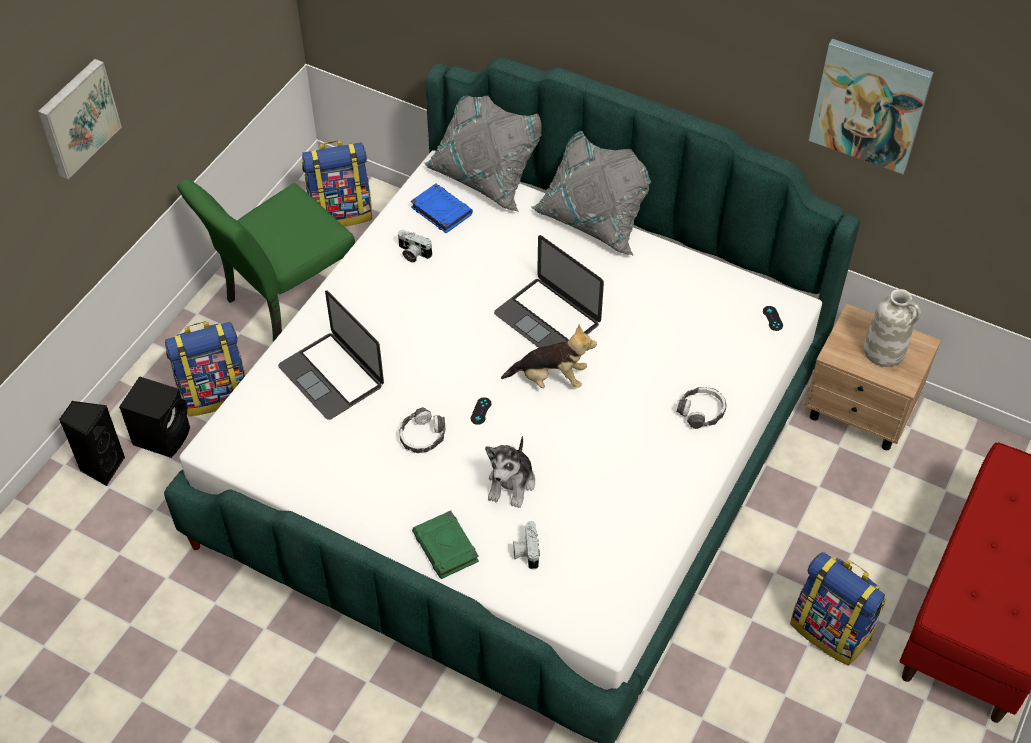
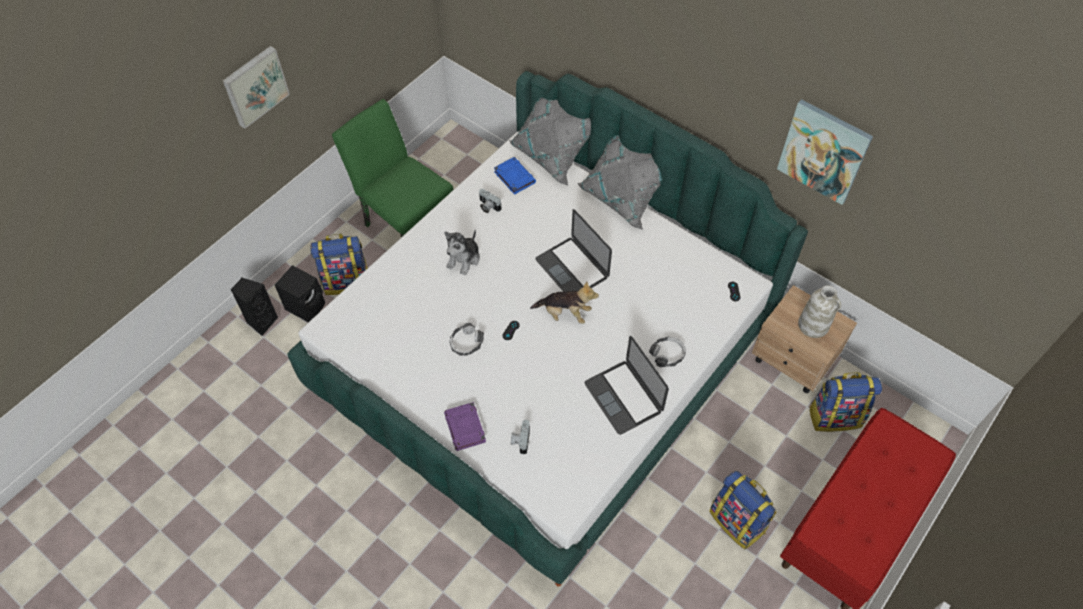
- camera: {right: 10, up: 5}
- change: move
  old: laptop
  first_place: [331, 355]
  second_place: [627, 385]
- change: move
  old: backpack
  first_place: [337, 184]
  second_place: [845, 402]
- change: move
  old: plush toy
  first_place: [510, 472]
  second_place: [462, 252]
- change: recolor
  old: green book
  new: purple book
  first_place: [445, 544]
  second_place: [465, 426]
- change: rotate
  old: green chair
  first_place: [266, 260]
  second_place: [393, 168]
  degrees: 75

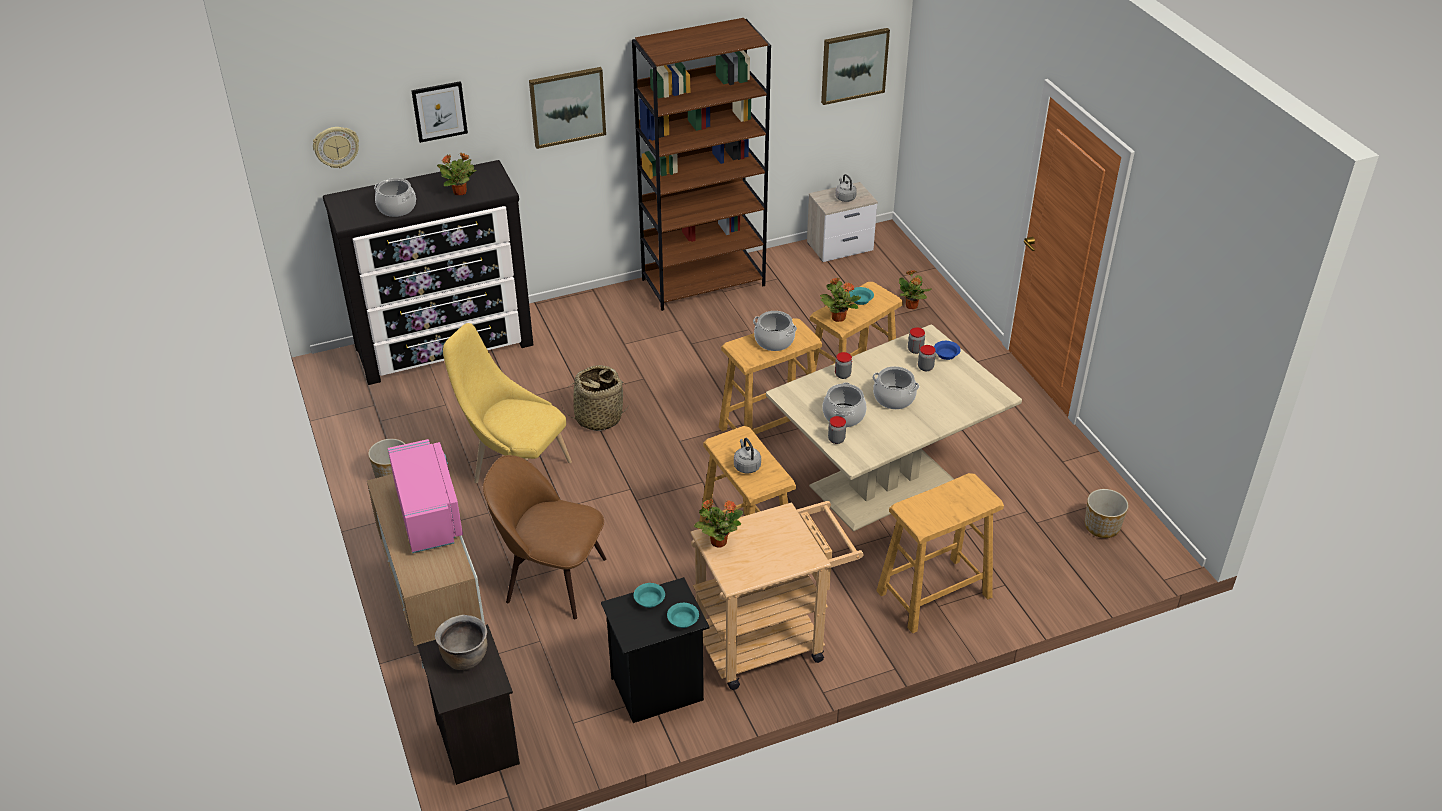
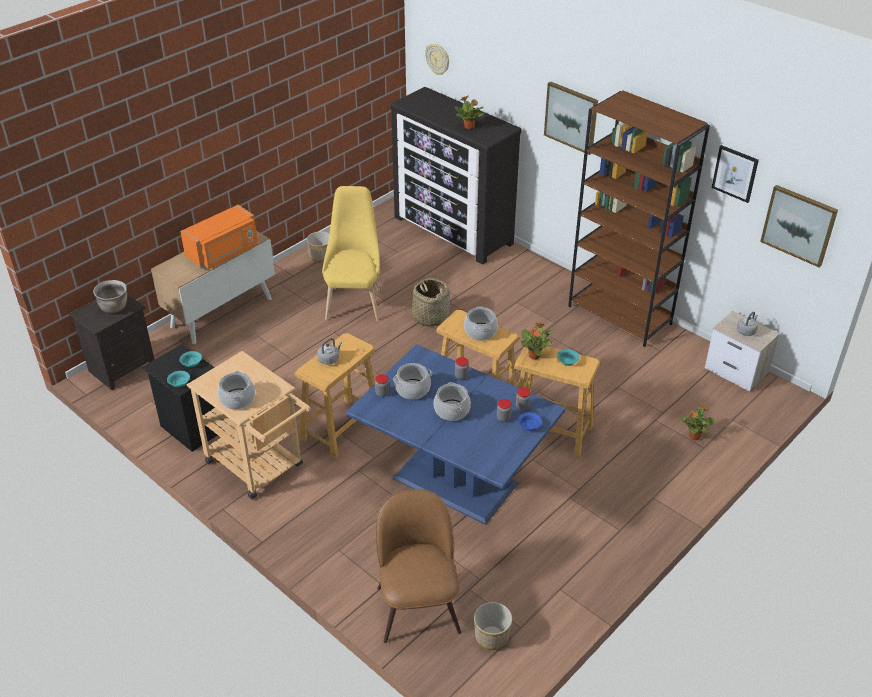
- camera: {right: 65, up: 0}
- change: delete
  old: potted plant
  first_place: [718, 523]
- change: delete
  old: beige stool
  first_place: [940, 553]
- change: move
  old: cooking pot
  first_place: [395, 197]
  second_place: [236, 390]
- change: move
  old: picture
  first_place: [439, 112]
  second_place: [735, 174]
- change: move
  old: brown chair
  first_place: [545, 537]
  second_place: [418, 566]
- change: recolor
  old: pink microwave
  new: orange microwave
  first_place: [425, 496]
  second_place: [219, 237]
- change: recolor
  old: beige dining table
  new: blue dining table
  first_place: [894, 428]
  second_place: [456, 434]

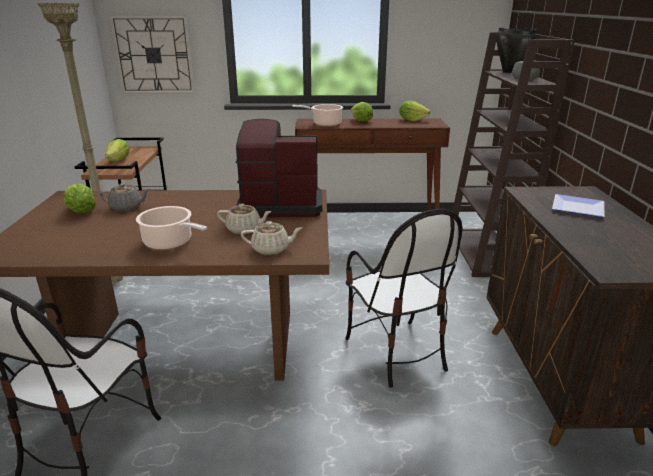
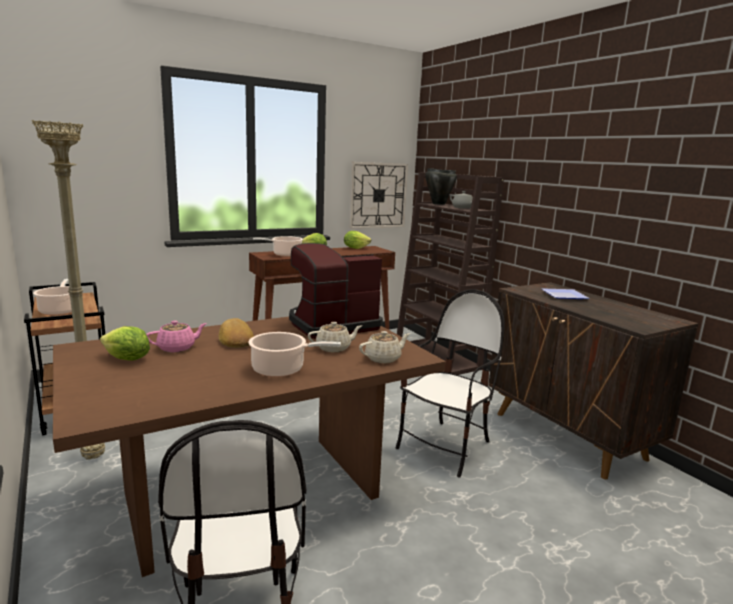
- camera: {right: -30, up: -10}
- change: insert
  new: bread
  second_place: [236, 333]
- change: move
  old: wall clock
  first_place: [152, 54]
  second_place: [378, 195]
- change: replace
  old: lettuce
  new: cooking pot
  first_place: [117, 150]
  second_place: [52, 297]
- change: recolor
  old: grey teapot
  new: pink teapot
  first_place: [125, 197]
  second_place: [176, 337]
- change: rotate
  old: chair
  first_place: [404, 298]
  second_place: [450, 383]
  degrees: -90

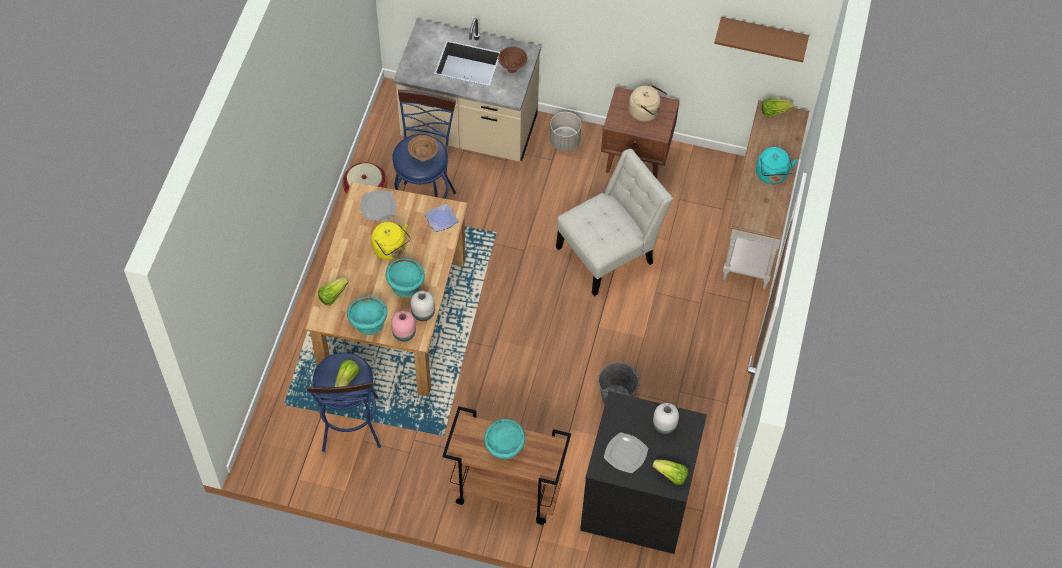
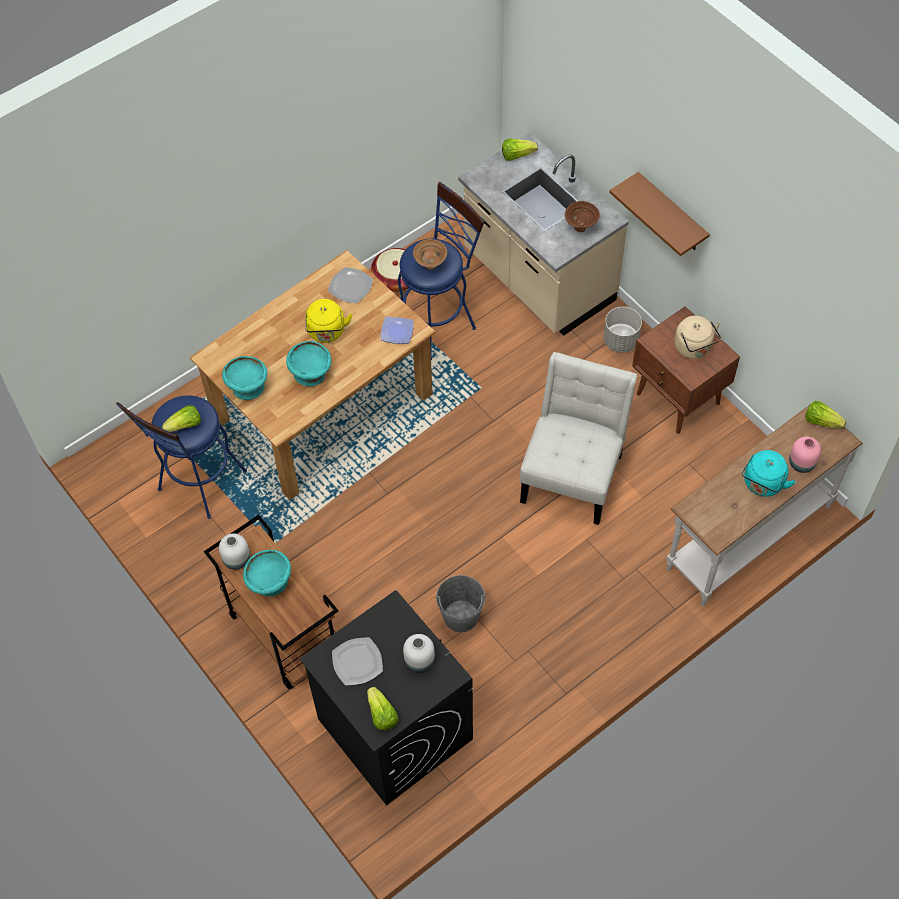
- camera: {right: 40, up: 0}
- change: move
  old: lettuce
  first_place: [333, 292]
  second_place: [520, 150]
- change: move
  old: pink vase
  first_place: [403, 326]
  second_place: [805, 454]
- change: move
  old: white vase
  first_place: [423, 306]
  second_place: [234, 551]
- change: move
  old: brown shelf
  first_place: [761, 39]
  second_place: [659, 214]
- change: rotate
  old: white chair
  first_place: [614, 222]
  second_place: [578, 438]
  degrees: -75

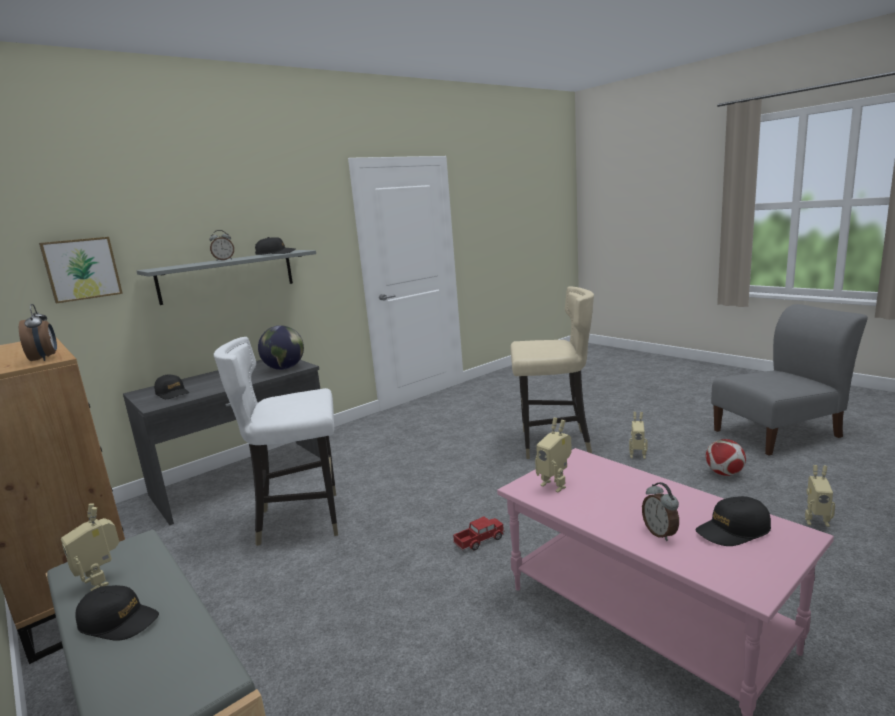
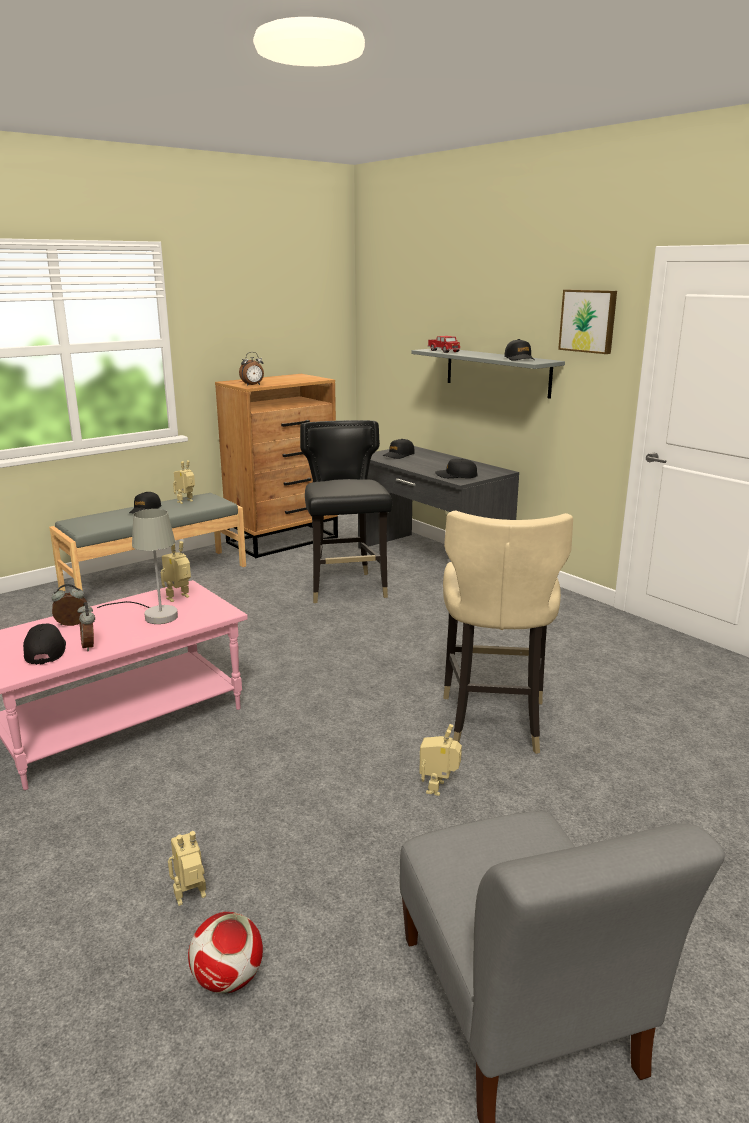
- camera: {right: 90, up: 5}
- change: insert
  new: grey table lamp
  second_place: [137, 566]
- change: move
  old: picture
  first_place: [81, 270]
  second_place: [587, 322]
- change: move
  old: alarm clock
  first_place: [221, 245]
  second_place: [86, 626]
- change: move
  old: toy truck
  first_place: [478, 533]
  second_place: [443, 344]
- change: move
  old: football
  first_place: [726, 457]
  second_place: [225, 952]
- change: replace
  old: globe
  new: black cap
  first_place: [281, 347]
  second_place: [456, 468]
- change: recolor
  old: white chair
  new: black chair
  first_place: [276, 441]
  second_place: [346, 511]
- change: rotate
  old: toy robot
  first_place: [820, 496]
  second_place: [187, 868]
  degrees: 45

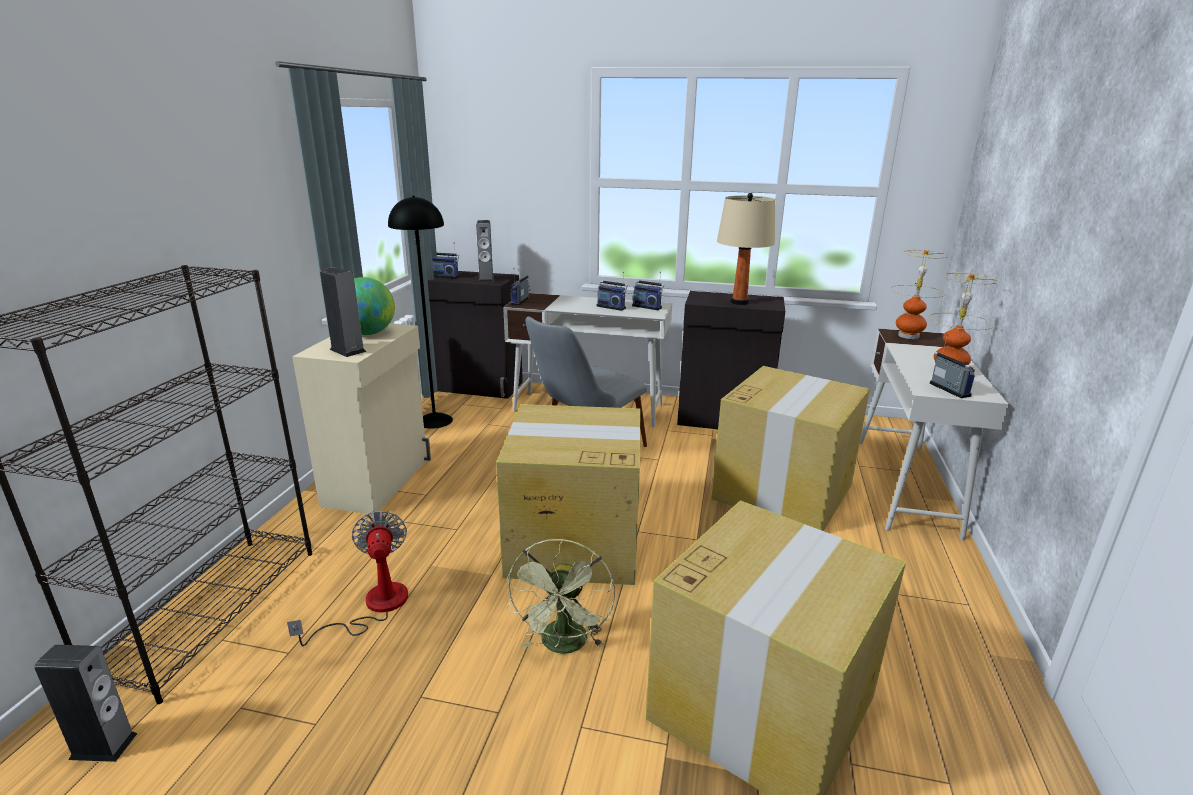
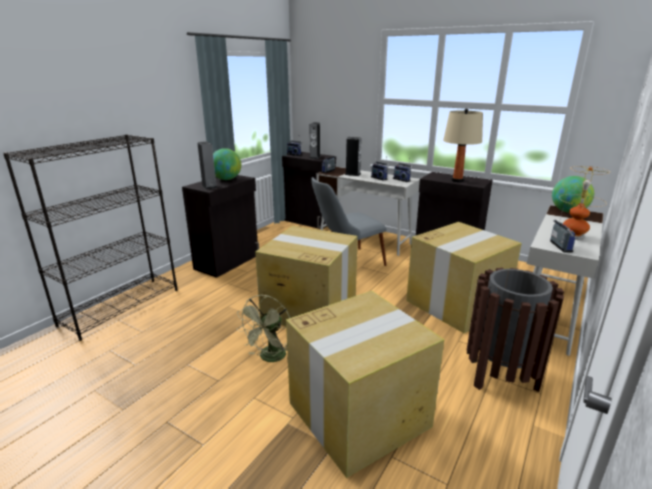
- camera: {right: 20, up: 0}
- change: delete
  old: fan
  first_place: [347, 578]
- change: delete
  old: black floor lamp
  first_place: [420, 312]
- change: insert
  new: brown trash can
  second_place: [515, 330]
- change: move
  old: speaker
  first_place: [86, 703]
  second_place: [353, 156]
- change: replace
  old: table lamp
  new: globe
  first_place: [920, 294]
  second_place: [573, 194]
- change: recolor
  old: beige cabinet
  new: black cabinet
  first_place: [361, 418]
  second_place: [220, 226]

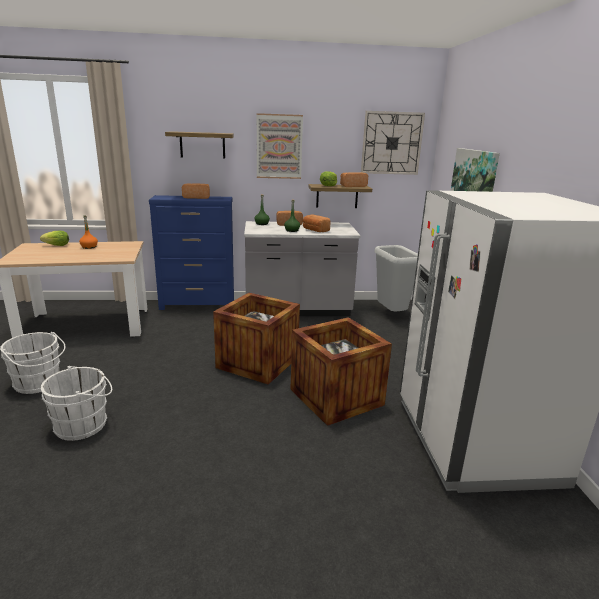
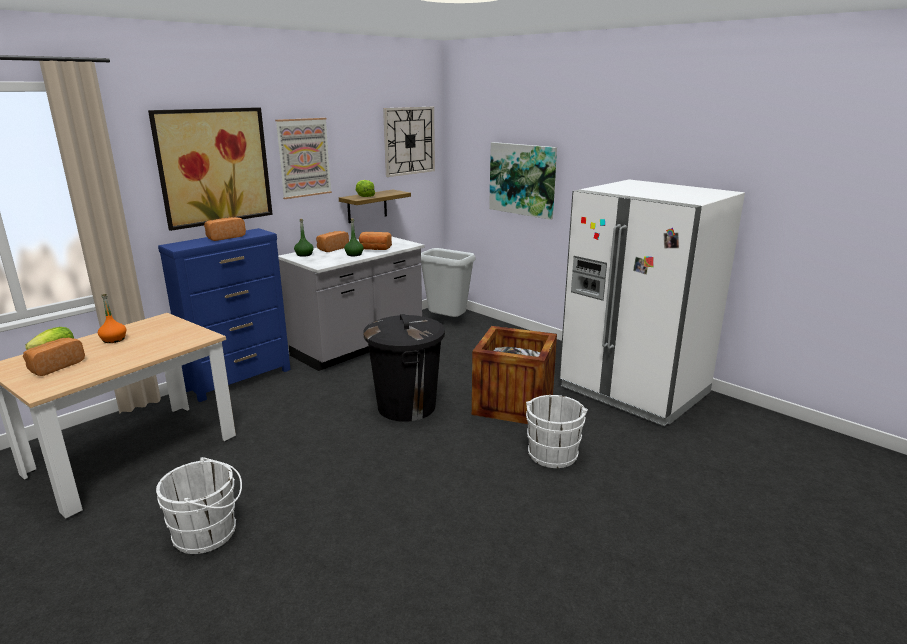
- camera: {right: -40, up: 0}
- change: move
  old: white bucket
  first_place: [76, 403]
  second_place: [557, 431]
- change: move
  old: bread
  first_place: [354, 179]
  second_place: [54, 357]
- change: replace
  old: shelf
  new: picture
  first_place: [199, 145]
  second_place: [210, 169]
- change: replace
  old: crate
  new: black trash can
  first_place: [256, 338]
  second_place: [404, 368]

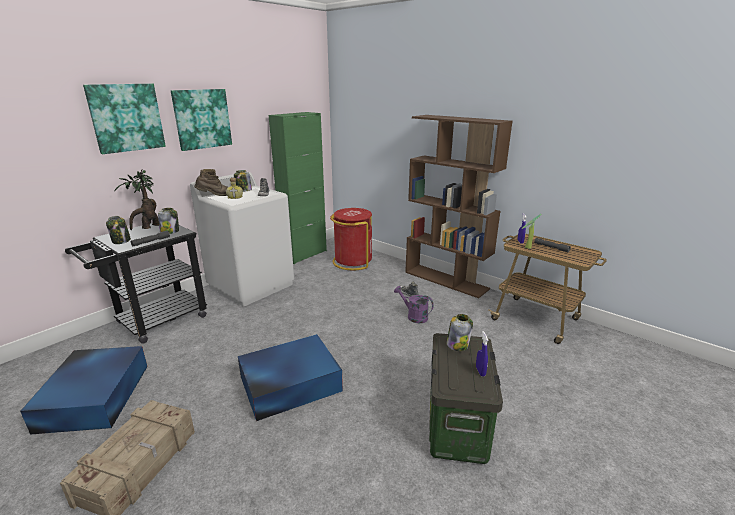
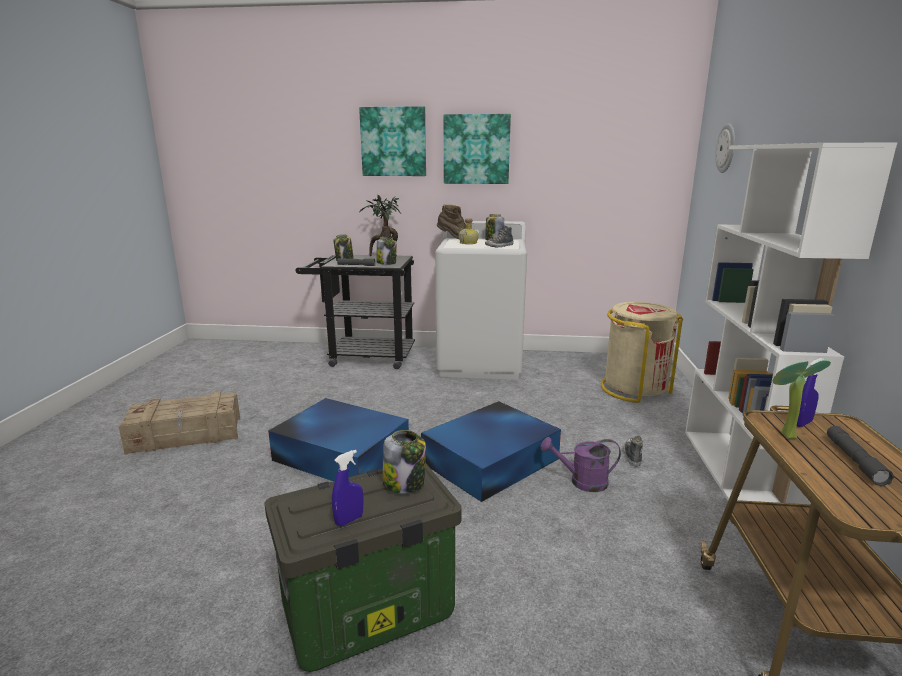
- camera: {right: 55, up: -5}
- change: delete
  old: green cabinet
  first_place: [298, 188]
- change: insert
  new: wall clock
  second_place: [725, 148]
- change: move
  old: blue storage box
  first_place: [84, 390]
  second_place: [491, 451]
- change: recolor
  old: red trash can
  new: beige trash can
  first_place: [351, 239]
  second_place: [642, 352]
- change: recolor
  old: brown bookcase
  new: white bookcase
  first_place: [459, 206]
  second_place: [791, 323]
- change: rotate
  old: purple watering can
  first_place: [414, 304]
  second_place: [581, 464]
  degrees: -90

